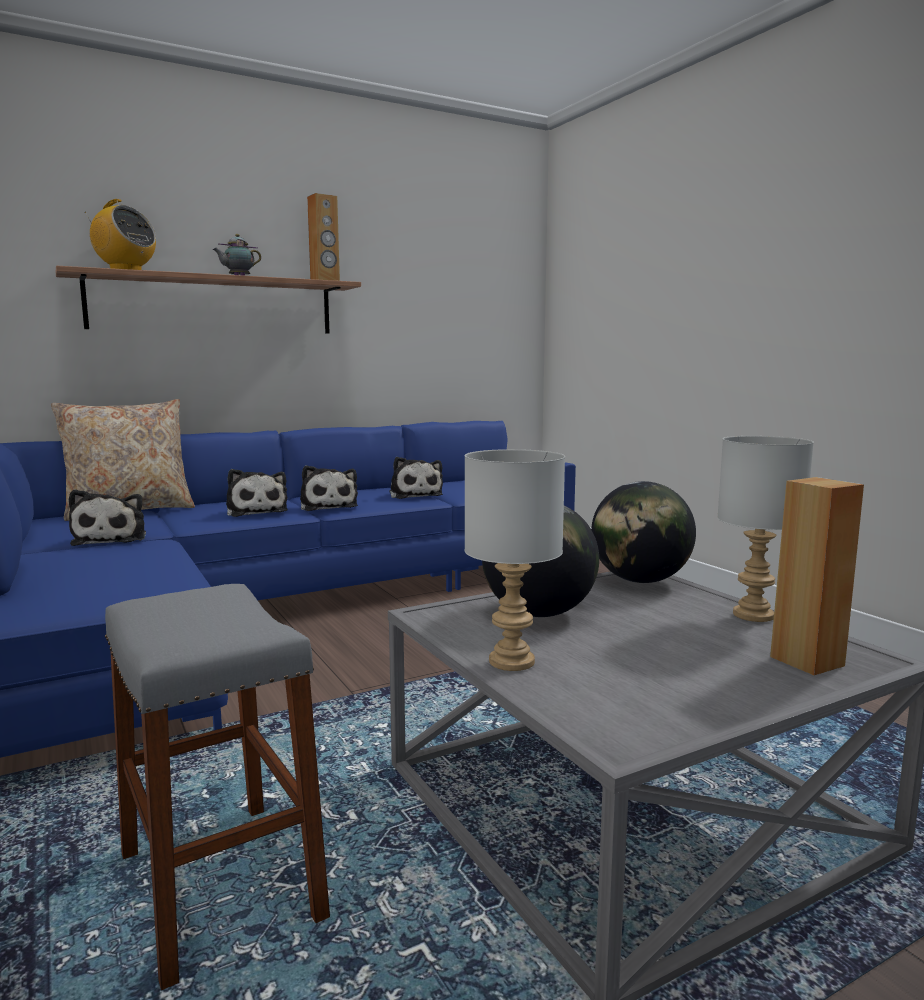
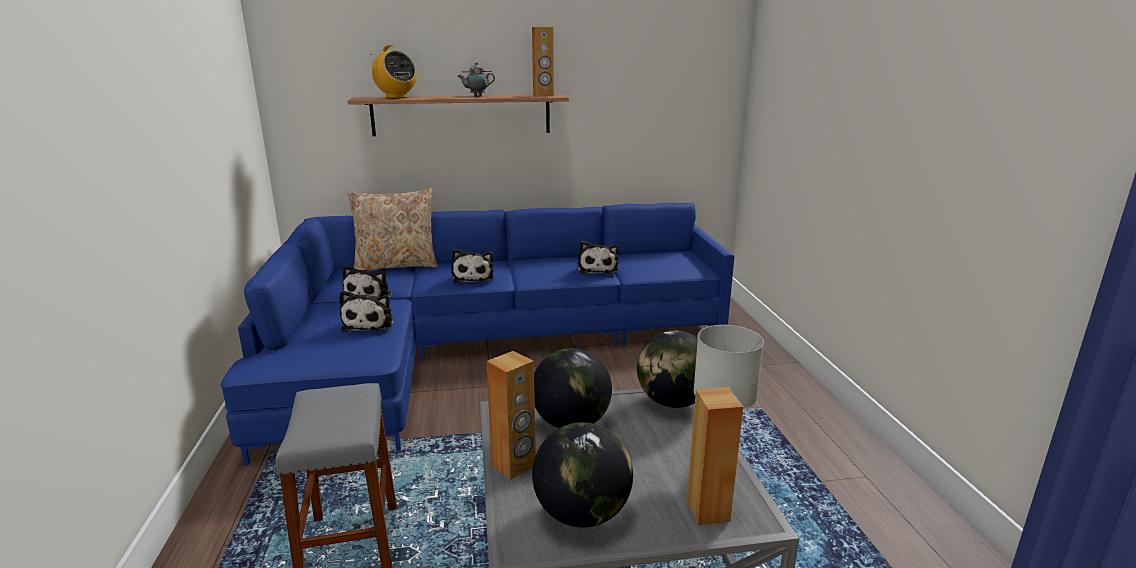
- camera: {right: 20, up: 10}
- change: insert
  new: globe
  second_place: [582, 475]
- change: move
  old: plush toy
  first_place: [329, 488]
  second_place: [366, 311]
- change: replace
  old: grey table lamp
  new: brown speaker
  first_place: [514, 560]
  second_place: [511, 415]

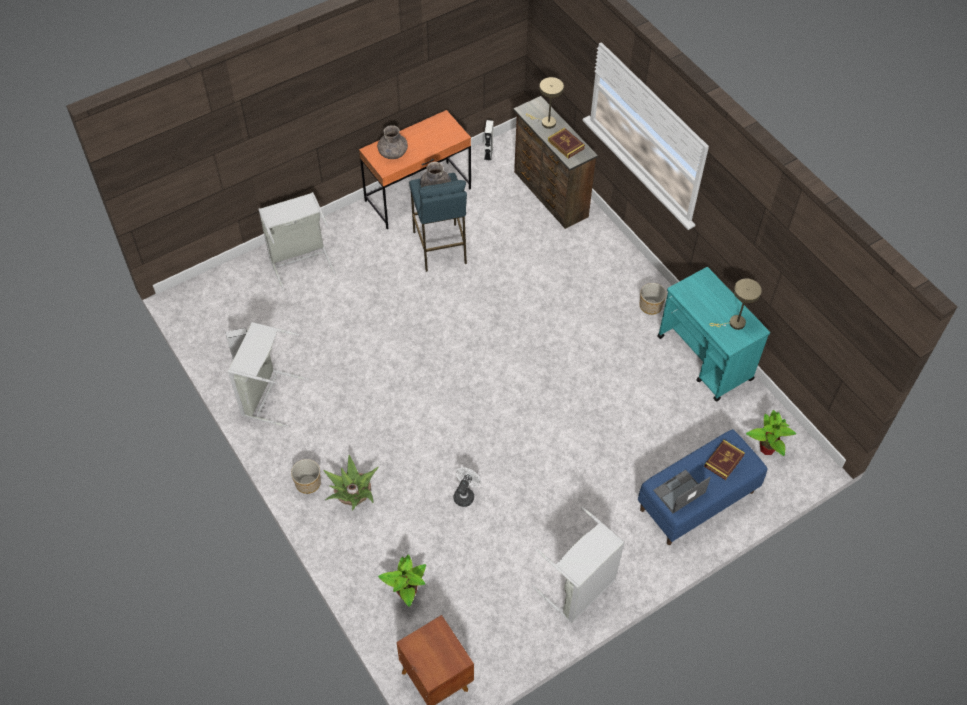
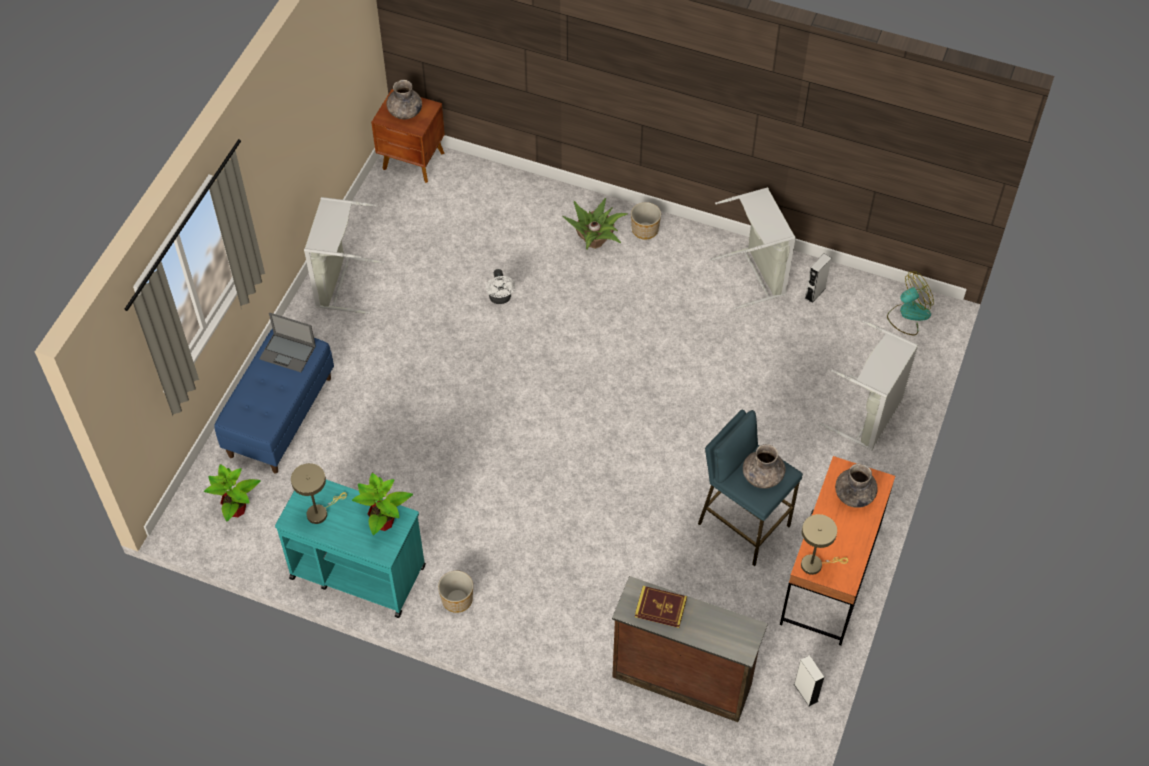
- camera: {right: 145, up: 0}
- change: delete
  old: book
  first_place: [724, 460]
- change: insert
  new: grey vase
  second_place: [404, 99]
- change: insert
  new: fan
  second_place: [910, 303]
- change: move
  old: potted plant
  first_place: [402, 580]
  second_place: [382, 504]
- change: move
  old: beige table lamp
  first_place: [545, 103]
  second_place: [824, 544]
- change: rotate
  old: laptop
  first_place: [682, 491]
  second_place: [287, 342]
  degrees: 90

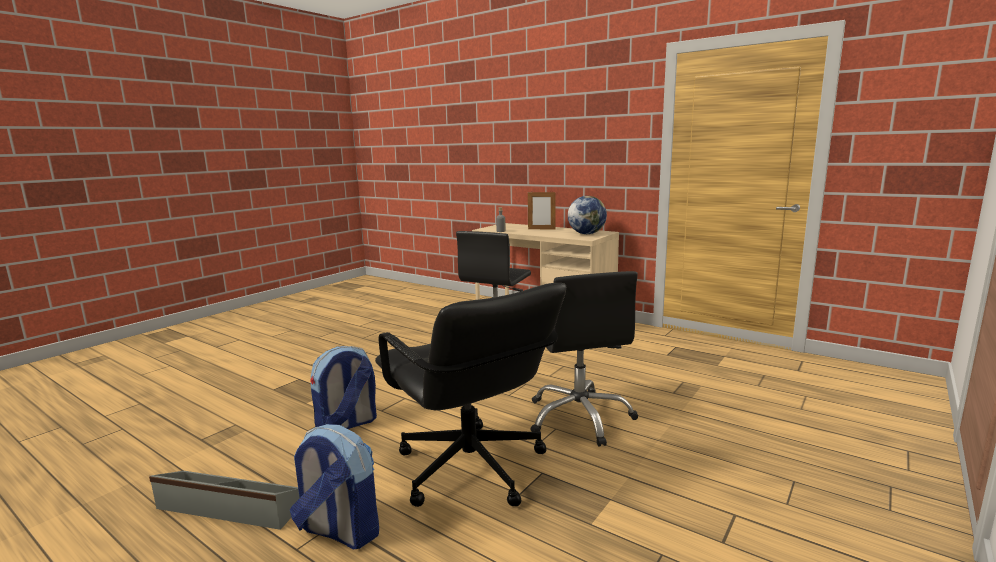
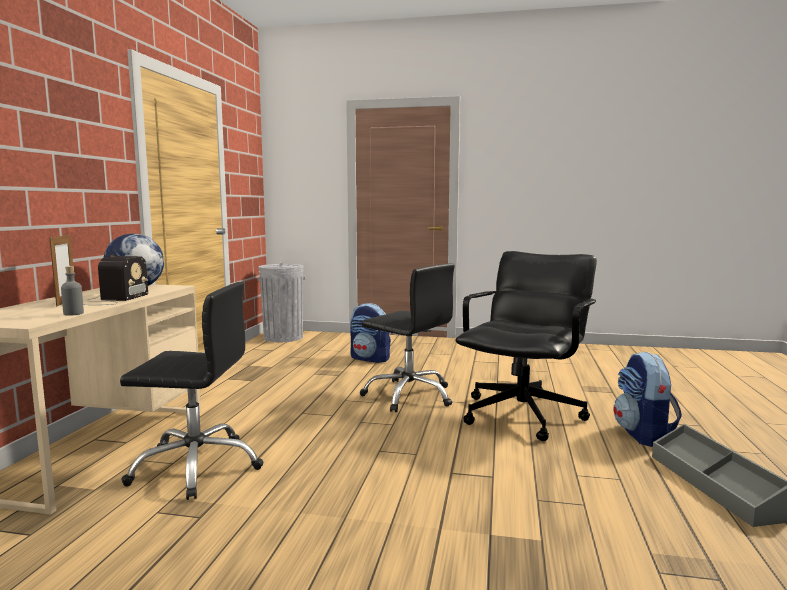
- camera: {right: -115, up: -5}
- change: insert
  new: radio
  second_place: [115, 280]
- change: insert
  new: grey trash can
  second_place: [281, 302]
- change: move
  old: backpack
  first_place: [343, 387]
  second_place: [370, 333]
- change: rotate
  old: black office chair
  first_place: [584, 359]
  second_place: [407, 337]
  degrees: 75

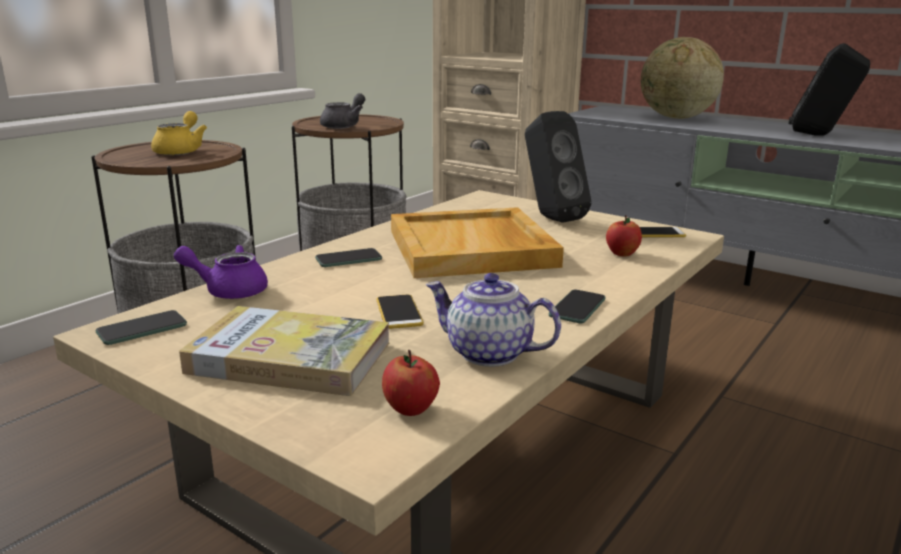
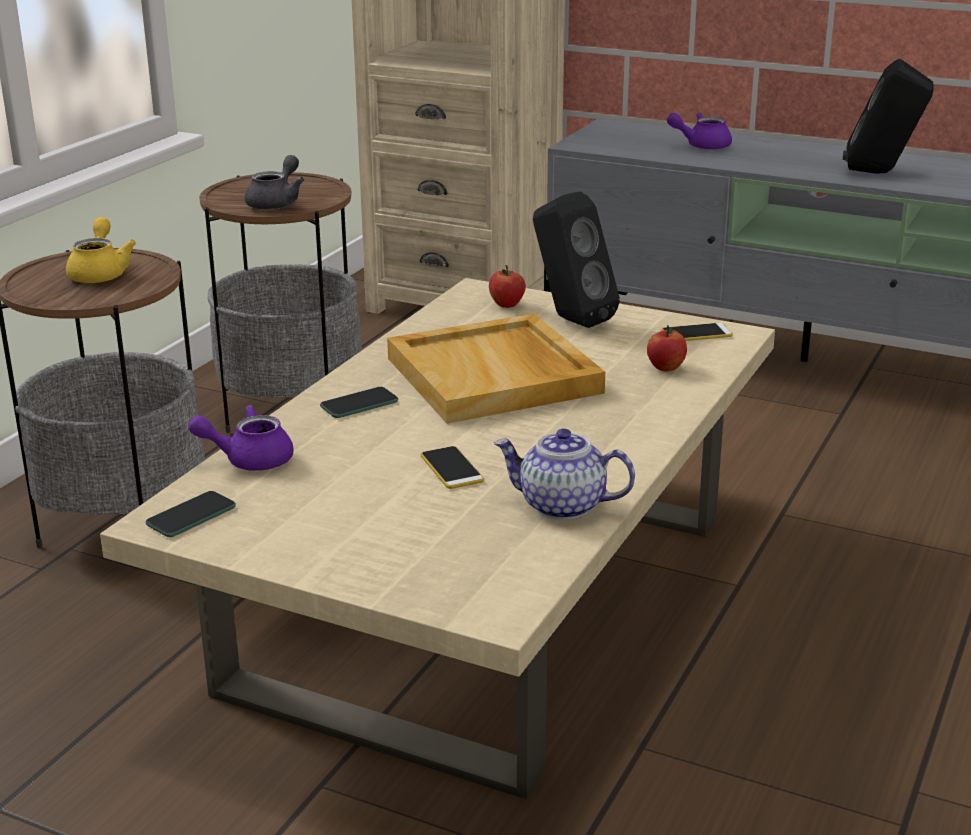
- camera: {right: -10, up: 5}
- change: delete
  old: book
  first_place: [284, 351]
- change: delete
  old: phone
  first_place: [577, 306]
- change: move
  old: apple
  first_place: [411, 383]
  second_place: [507, 286]
- change: replace
  old: globe
  new: purple teapot
  first_place: [682, 78]
  second_place: [699, 131]

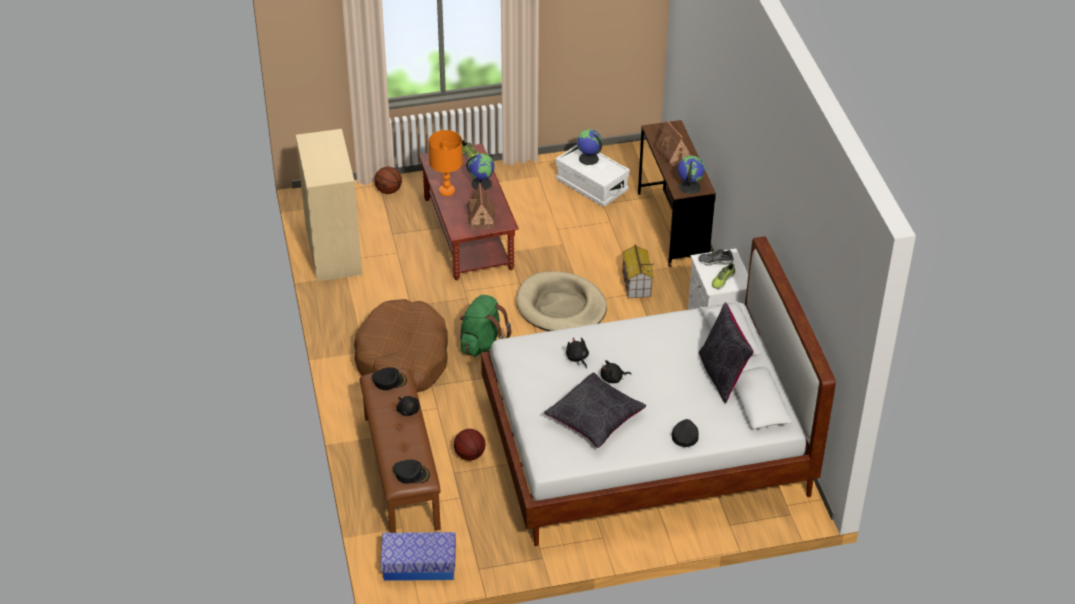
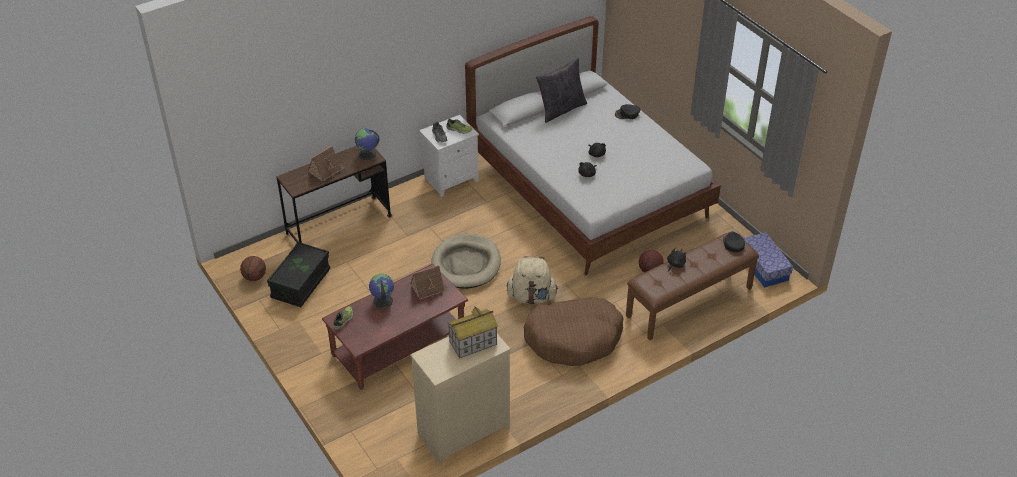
- camera: {right: -110, up: 0}
- change: delete
  old: black cap
  first_place: [389, 379]
- change: delete
  old: orange table lamp
  first_place: [445, 163]
- change: delete
  old: black pillow
  first_place: [595, 410]
- change: delete
  old: globe
  first_place: [589, 147]
- change: move
  old: basketball
  first_place: [388, 180]
  second_place: [253, 268]
- change: move
  old: toy house
  first_place: [638, 271]
  second_place: [473, 332]
- change: recolor
  old: green backpack
  new: beige backpack
  first_place: [485, 326]
  second_place: [532, 280]
- change: recolor
  old: white storage box
  new: black storage box
  first_place: [592, 176]
  second_place: [298, 274]

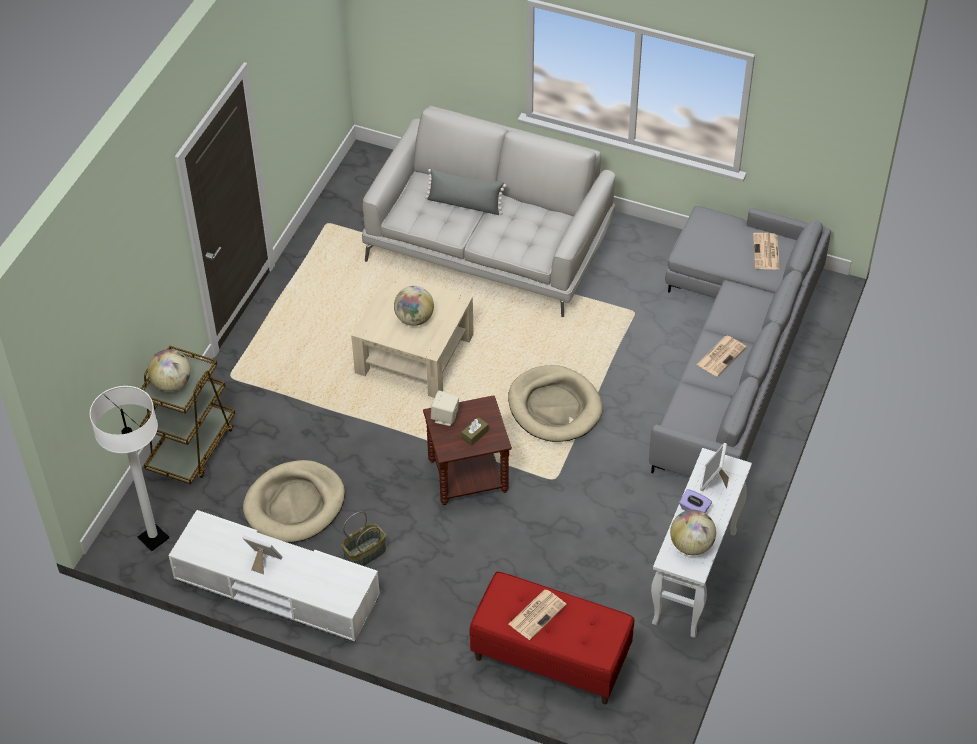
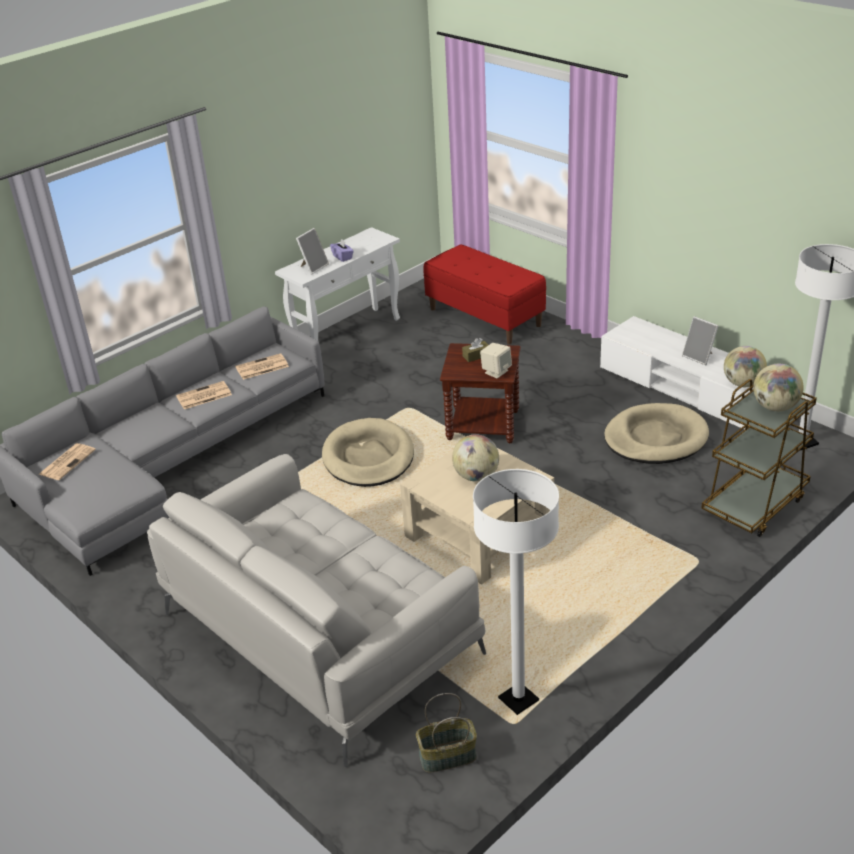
- camera: {right: -155, up: -15}
- change: delete
  old: grey pillow
  first_place: [465, 191]
- change: insert
  new: white floor lamp
  second_place: [516, 592]
- change: move
  old: basket
  first_place: [363, 538]
  second_place: [446, 732]
- change: move
  old: newspaper
  first_place: [538, 614]
  second_place: [262, 366]
- change: move
  old: globe
  first_place: [693, 532]
  second_place: [745, 366]

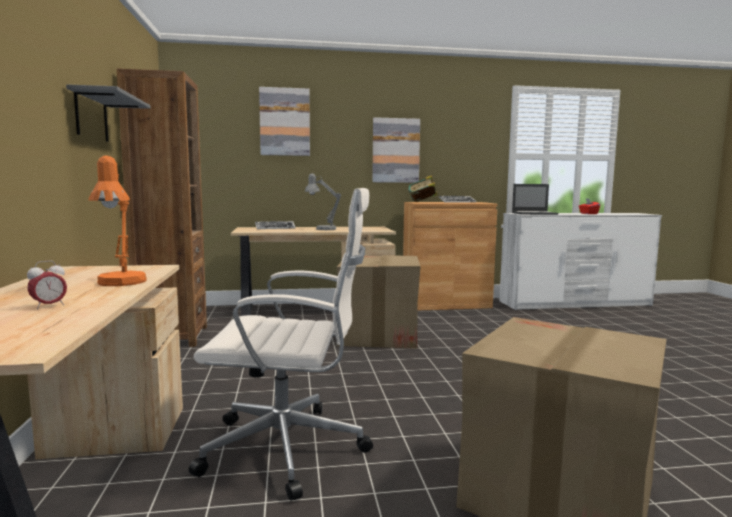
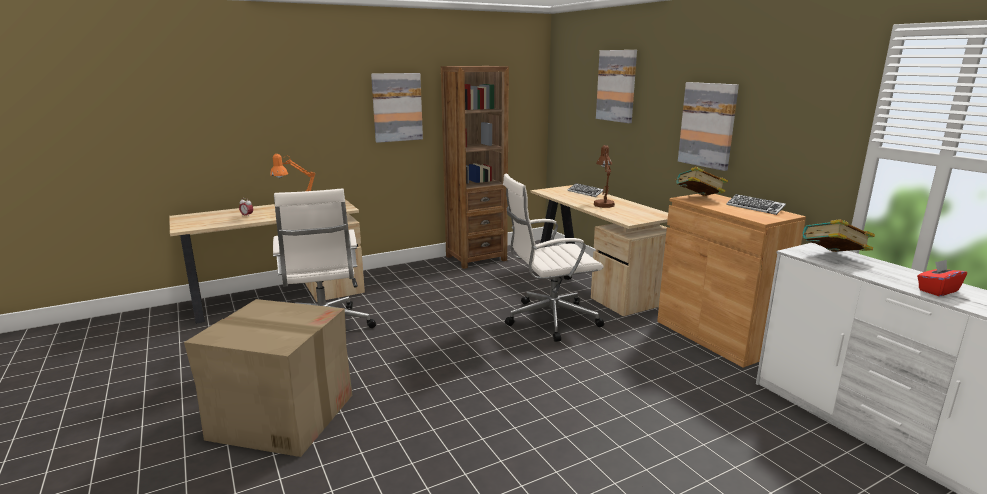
- camera: {right: 70, up: 10}
- change: replace
  old: grey shelf
  new: picture
  first_place: [108, 112]
  second_place: [397, 108]
- change: replace
  old: cardboard box
  new: white office chair
  first_place: [378, 302]
  second_place: [553, 258]
- change: replace
  old: laptop
  new: book
  first_place: [535, 199]
  second_place: [839, 235]
- change: recolor
  old: grey table lamp
  new: brown table lamp
  first_place: [323, 201]
  second_place: [604, 176]

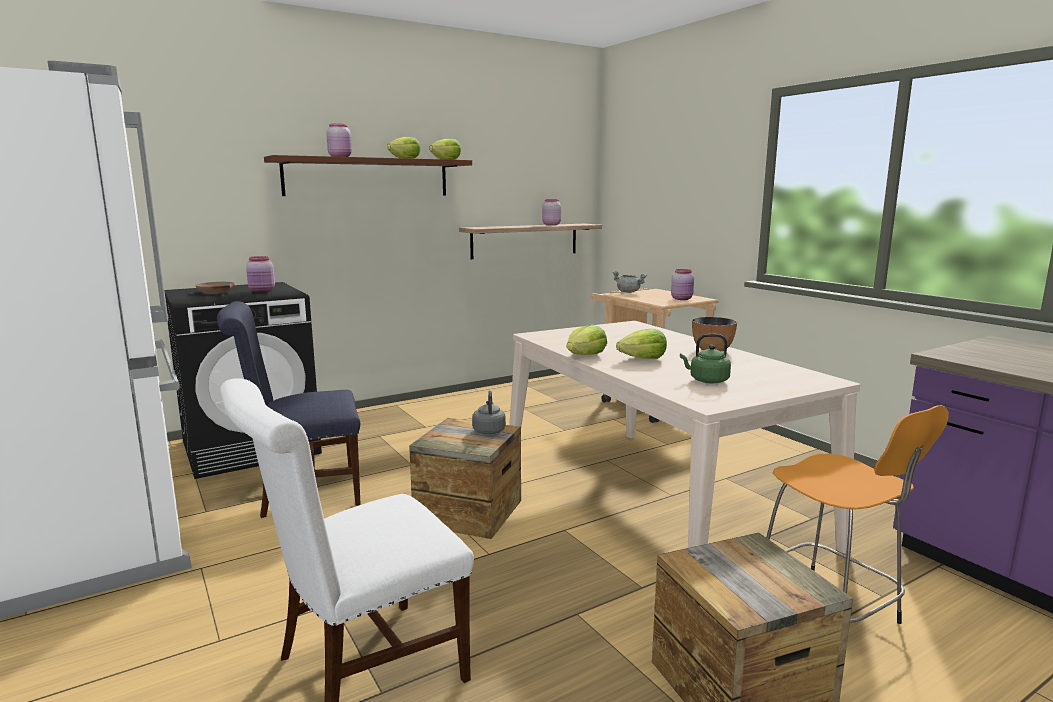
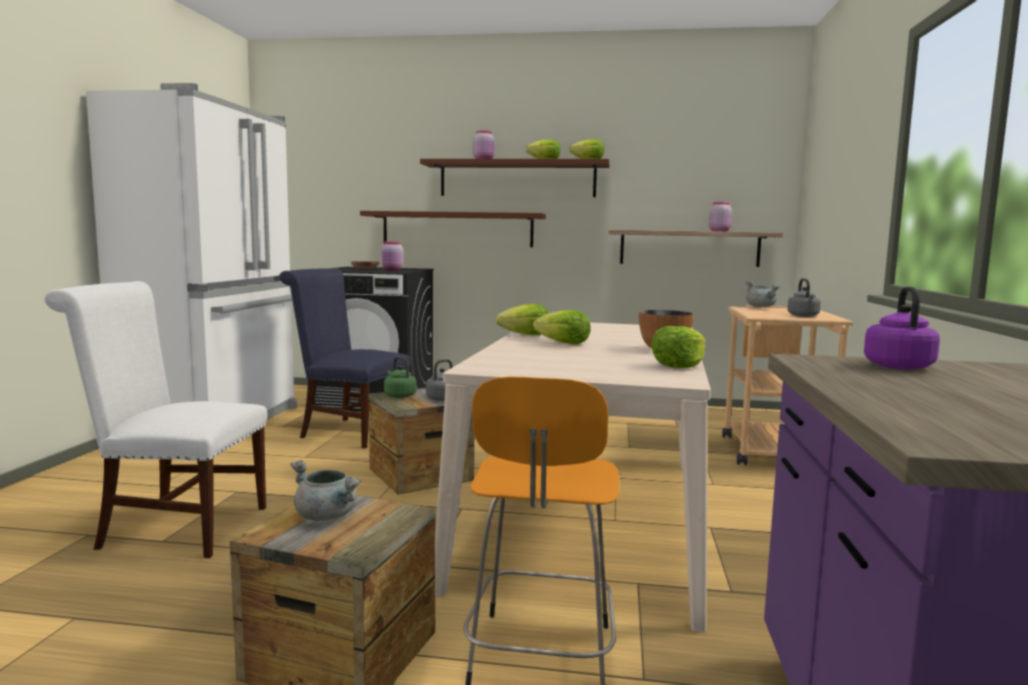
- camera: {right: 40, up: -5}
- change: insert
  new: grey cooking pot
  second_place: [326, 490]
- change: insert
  new: brown shelf
  second_place: [453, 229]
- change: insert
  new: lettuce
  second_place: [678, 347]
- change: insert
  new: purple kettle
  second_place: [902, 328]
- change: move
  old: green kettle
  first_place: [705, 359]
  second_place: [400, 377]
- change: replace
  old: pink jar
  new: grey kettle
  first_place: [682, 284]
  second_place: [804, 297]

